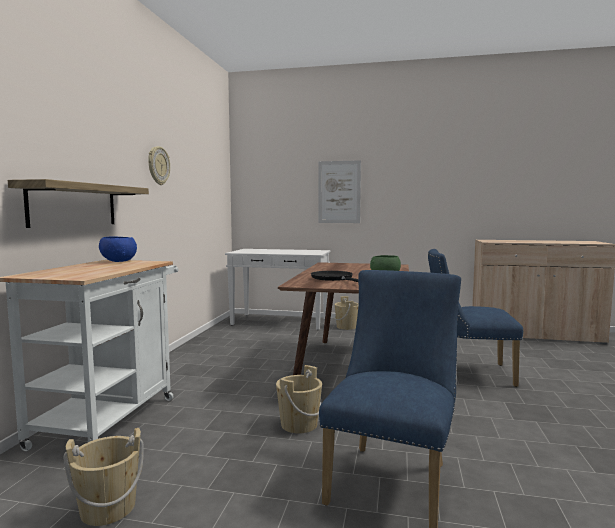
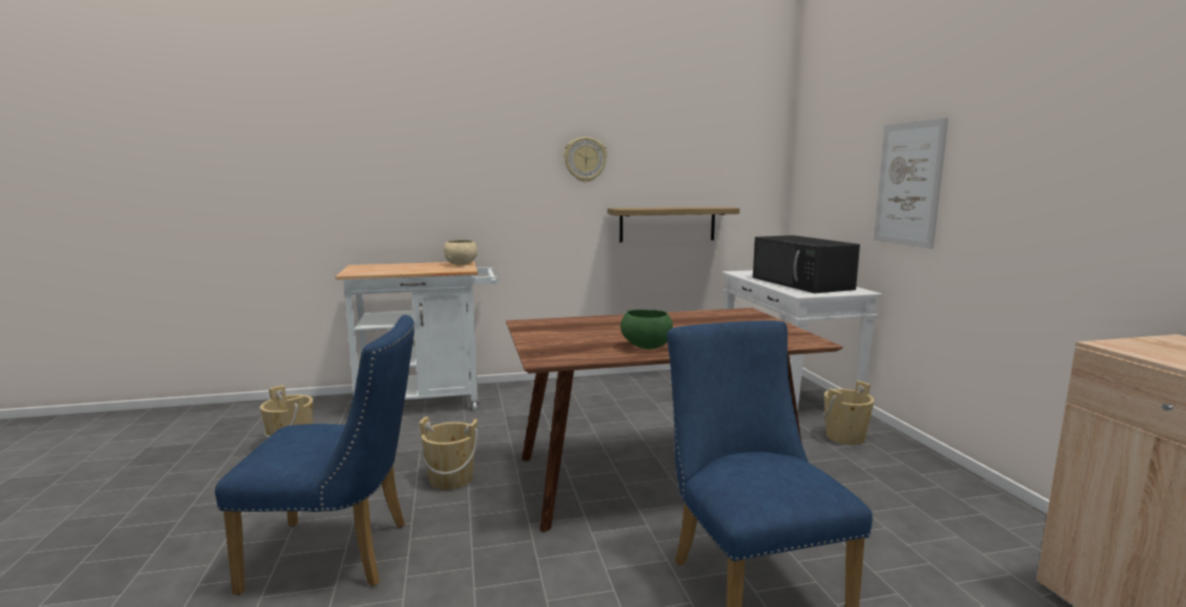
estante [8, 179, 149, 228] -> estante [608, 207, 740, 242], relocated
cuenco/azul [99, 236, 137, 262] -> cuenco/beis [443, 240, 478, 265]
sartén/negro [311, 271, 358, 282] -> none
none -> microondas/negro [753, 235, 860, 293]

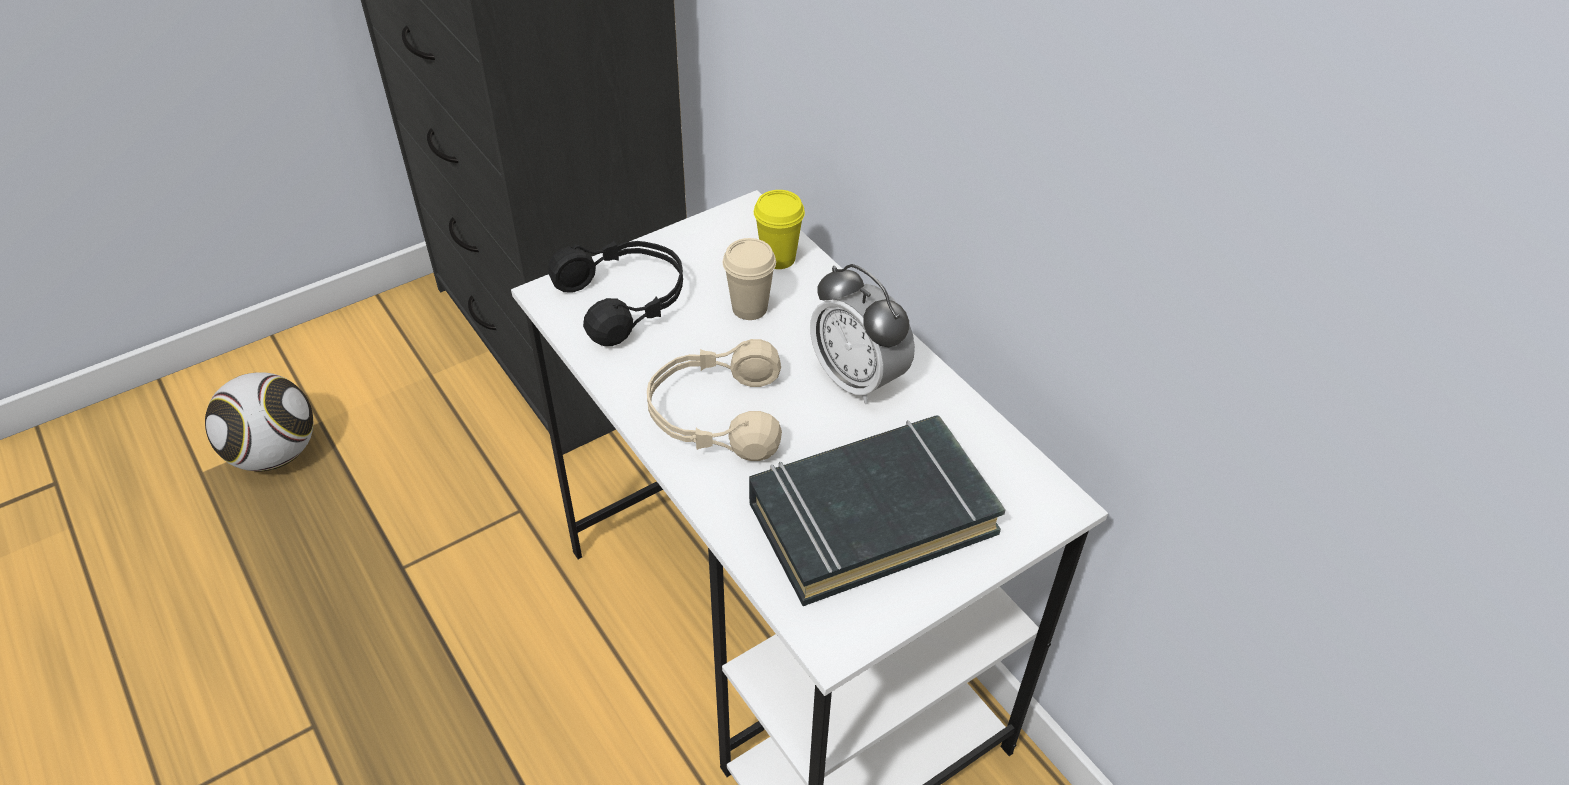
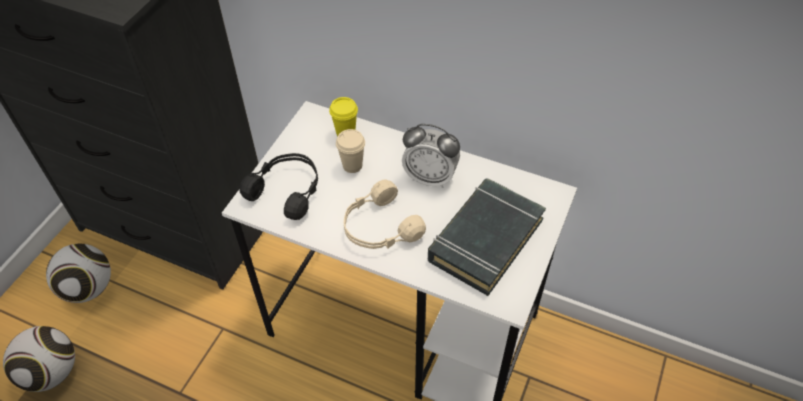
none -> balón de fútbol [46, 244, 111, 303]

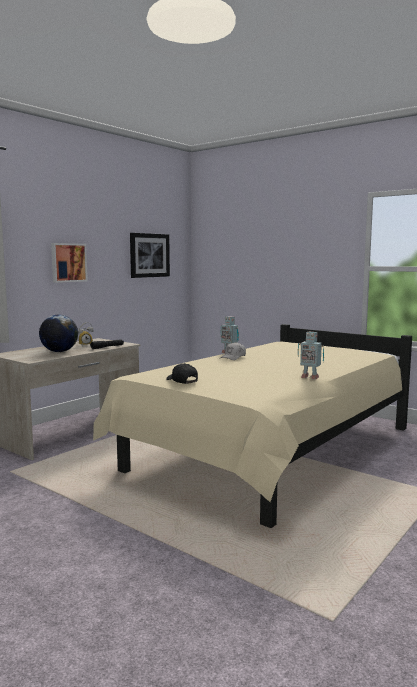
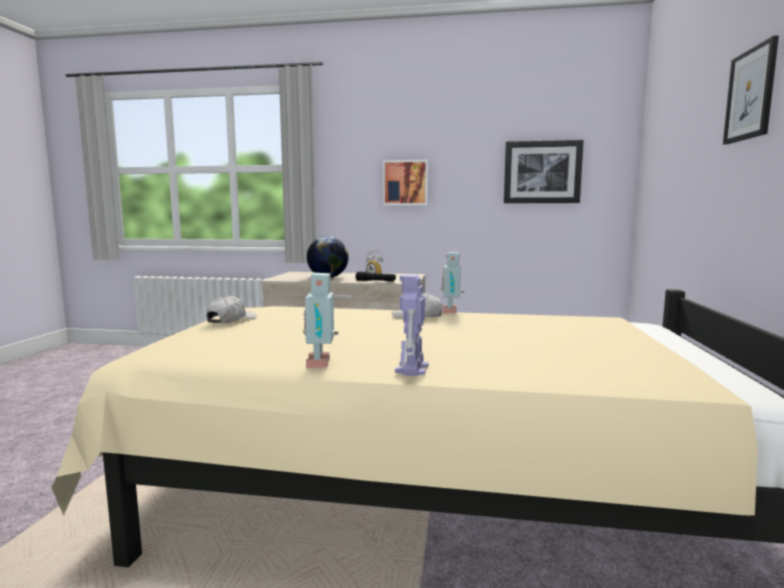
gorra/negro [166, 363, 198, 384] -> gorra/blanco [206, 296, 257, 323]
none -> cuadro [723, 35, 779, 145]
none -> robot de juguete [395, 275, 429, 376]

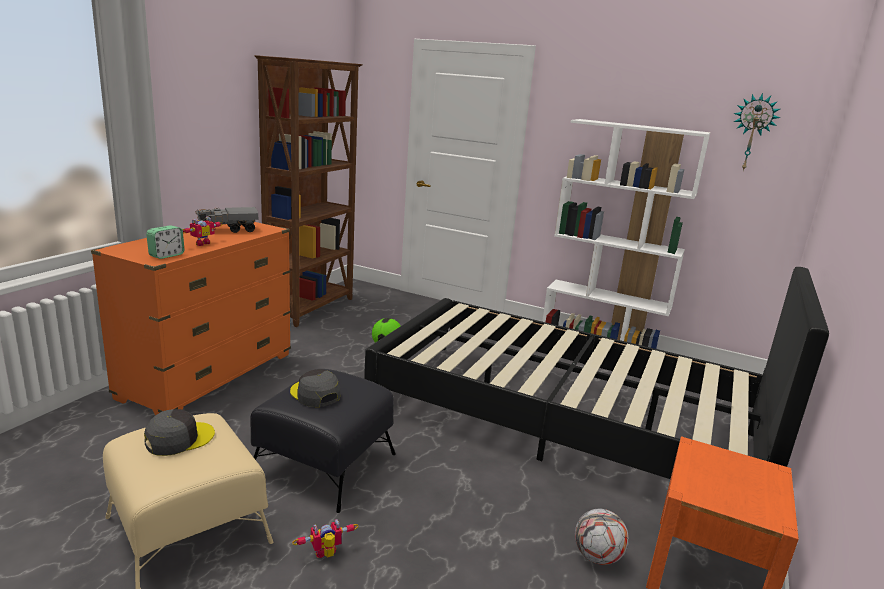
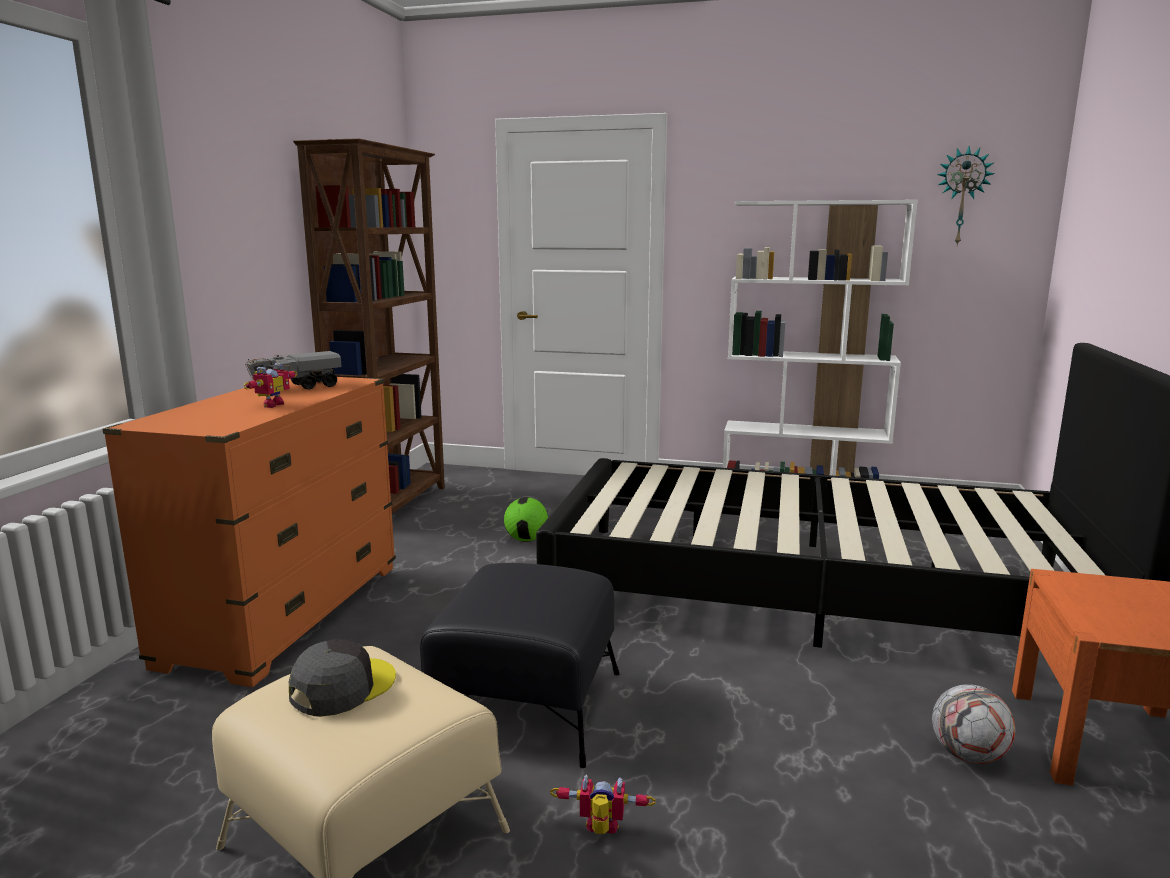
despertador [146, 225, 185, 259] -> none
gorra/gris [290, 369, 341, 407] -> none
robot de juguete [292, 519, 359, 558] -> robot de juguete [550, 775, 656, 834], 45 degrees clockwise

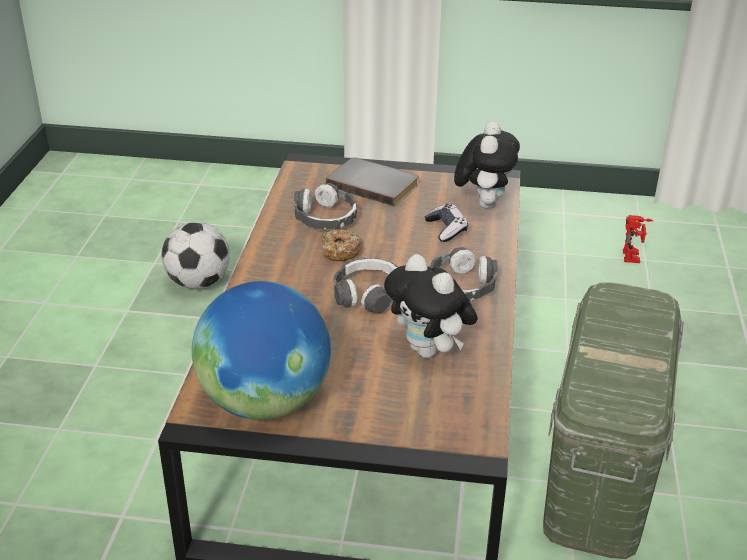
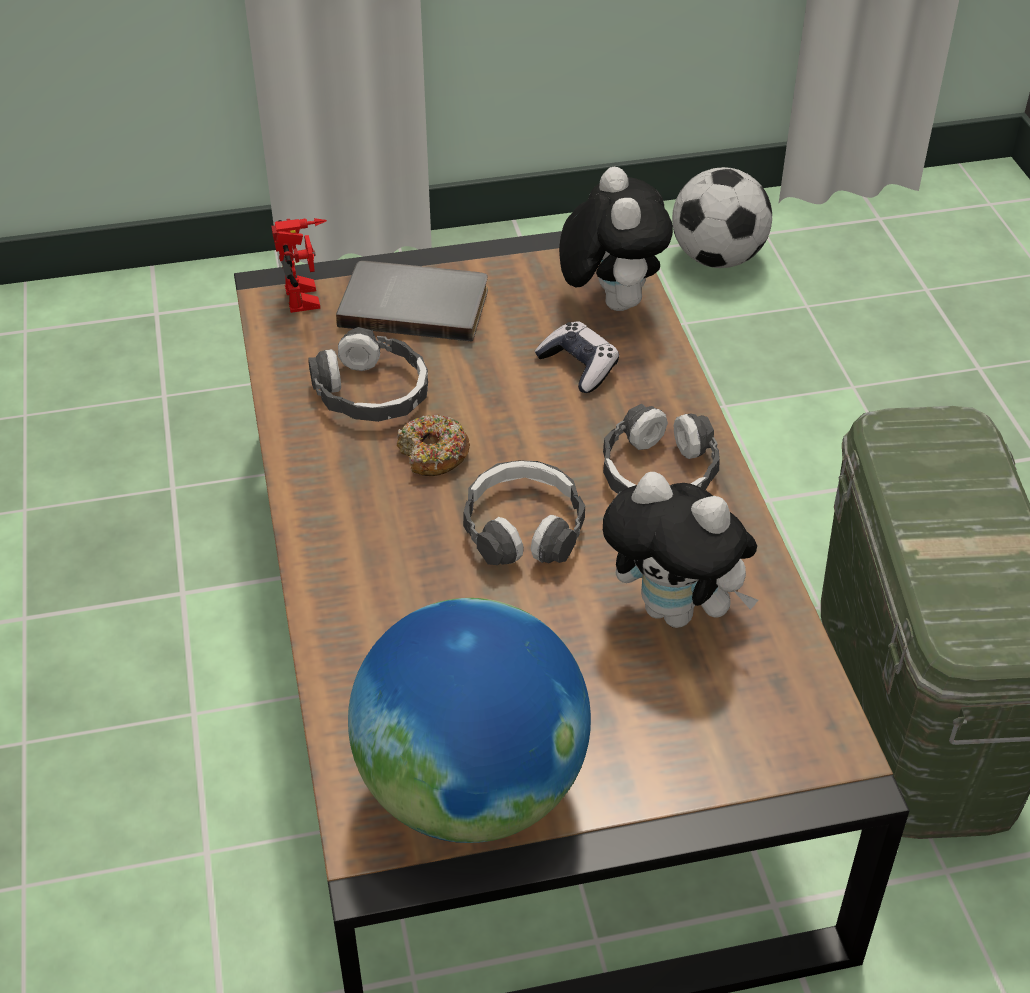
robot de juguete [623, 215, 654, 263] -> robot de juguete [271, 218, 327, 313], relocated
balón de fútbol [161, 222, 230, 289] -> balón de fútbol [672, 167, 772, 268], relocated

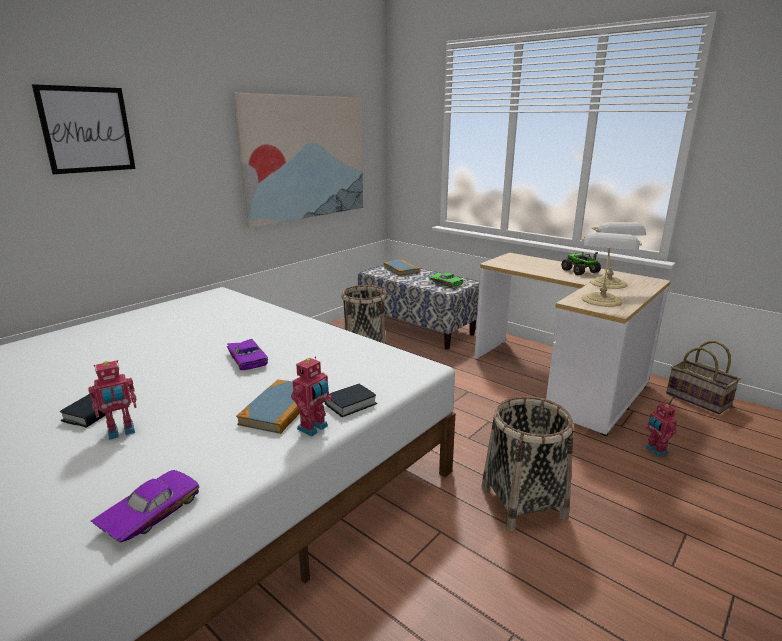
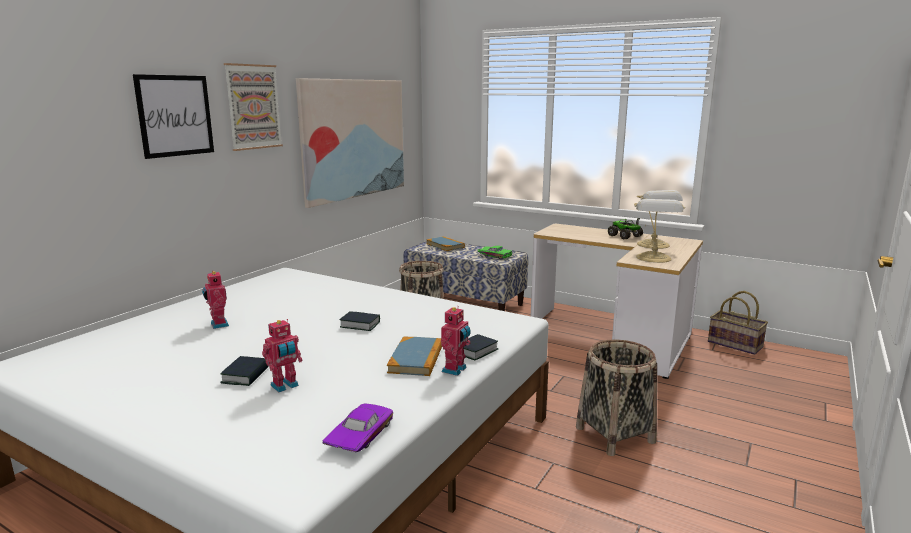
coche de juguete/morado [227, 339, 268, 370] -> libro [339, 311, 380, 331]
robot de juguete [645, 402, 677, 456] -> robot de juguete [202, 270, 229, 329], relocated
none -> cuadro [224, 63, 283, 151]

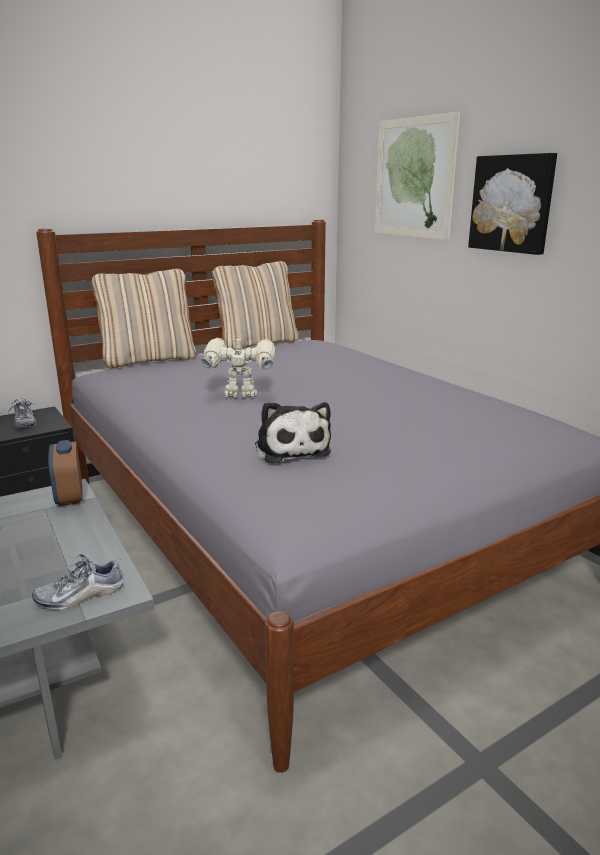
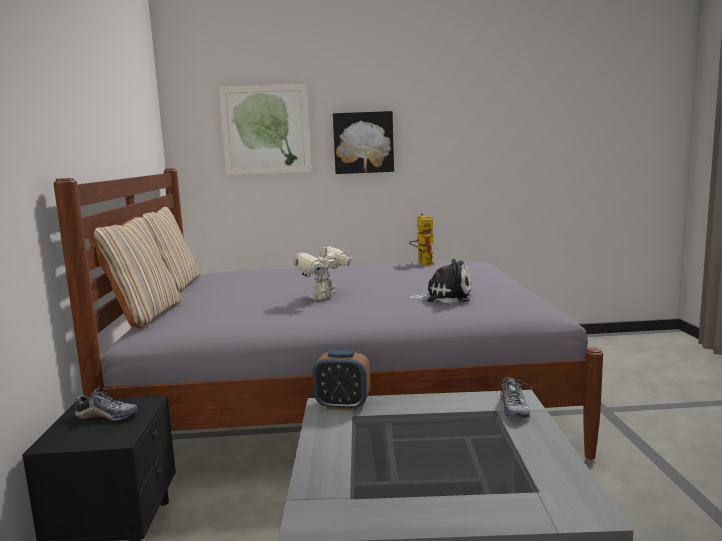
none -> robot de juguete [409, 213, 434, 265]

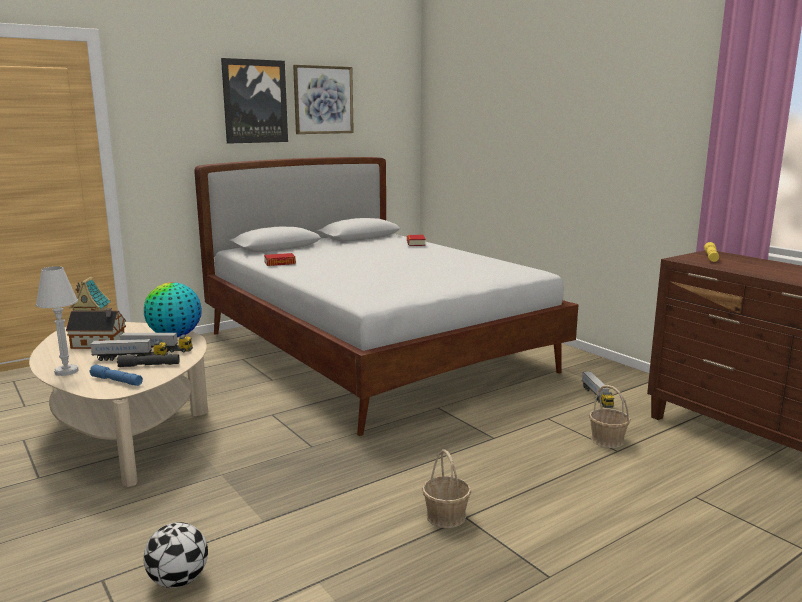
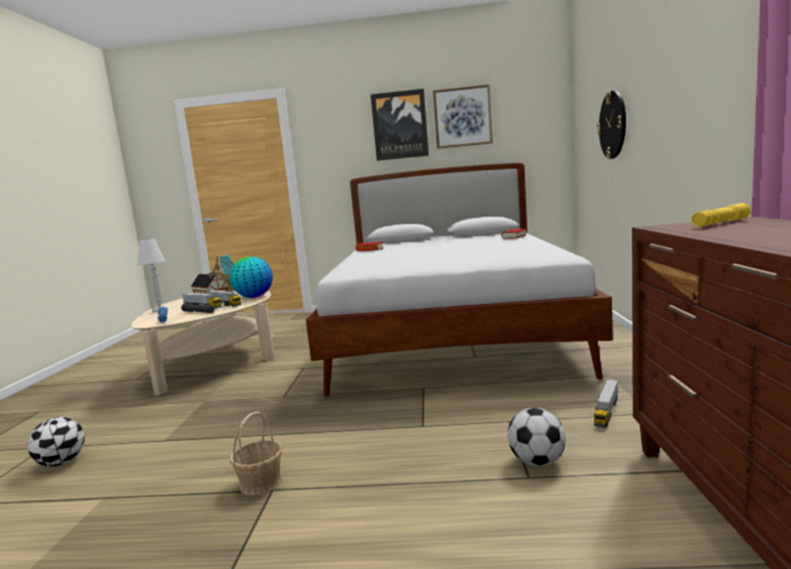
cesta [589, 385, 631, 448] -> balón de fútbol [508, 408, 566, 466]
none -> reloj de pared [597, 90, 626, 159]

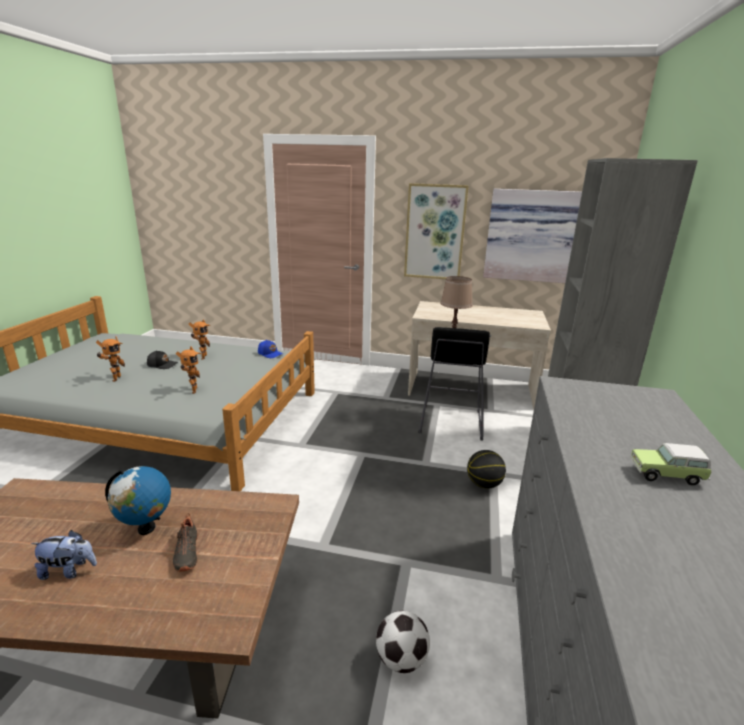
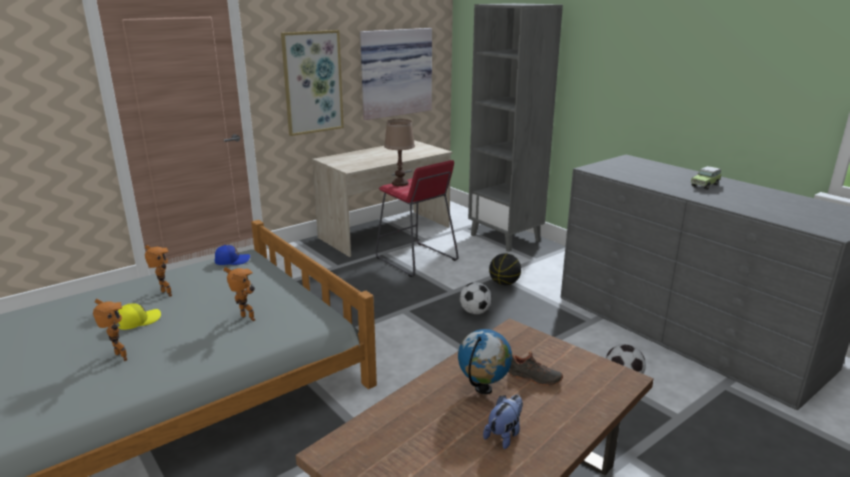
taburete/negro [418, 327, 490, 440] -> taburete/rojo [375, 160, 459, 277]
gorra/negro [147, 350, 178, 369] -> gorra/amarillo [116, 303, 161, 330]
none -> balón de fútbol [460, 282, 492, 314]

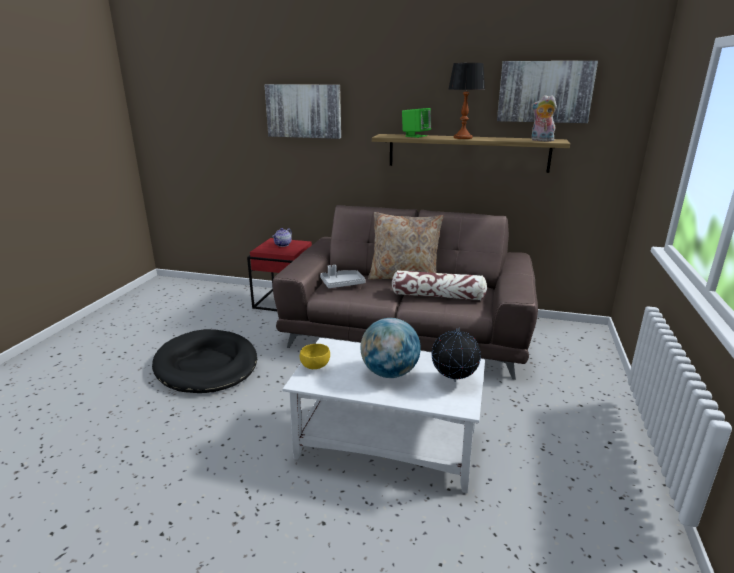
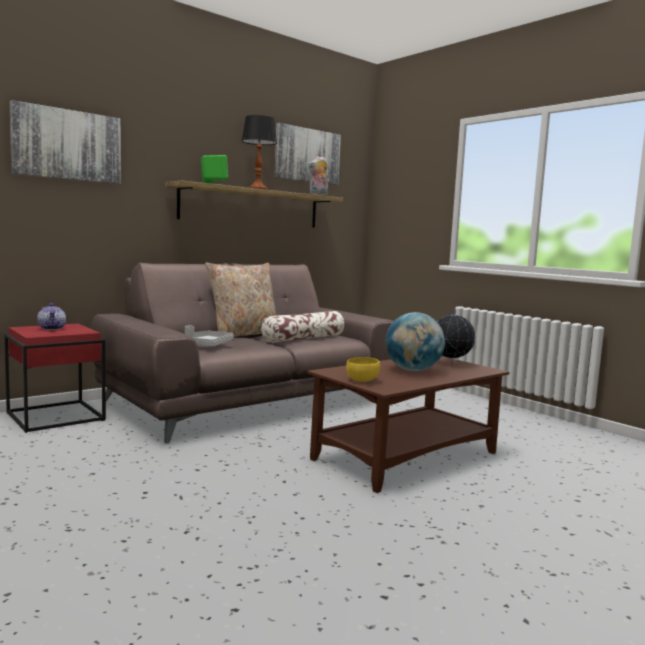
cama para perro/negro [152, 329, 257, 393] -> none
mesa de centro/blanco [282, 338, 485, 493] -> mesa de centro/marrón [307, 356, 509, 493]

